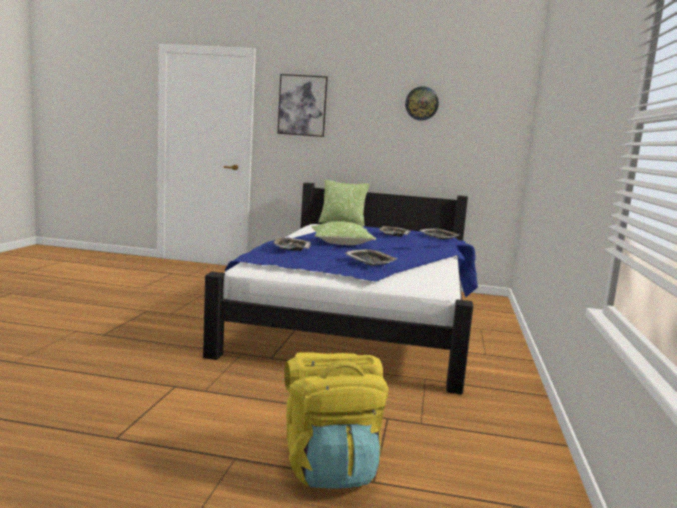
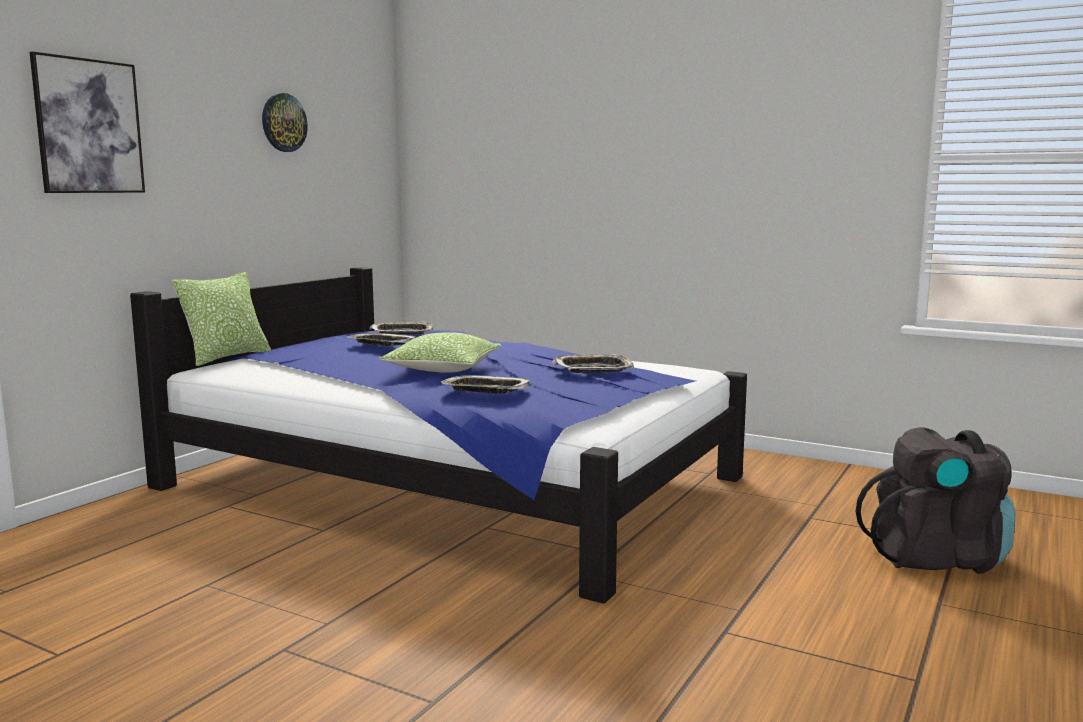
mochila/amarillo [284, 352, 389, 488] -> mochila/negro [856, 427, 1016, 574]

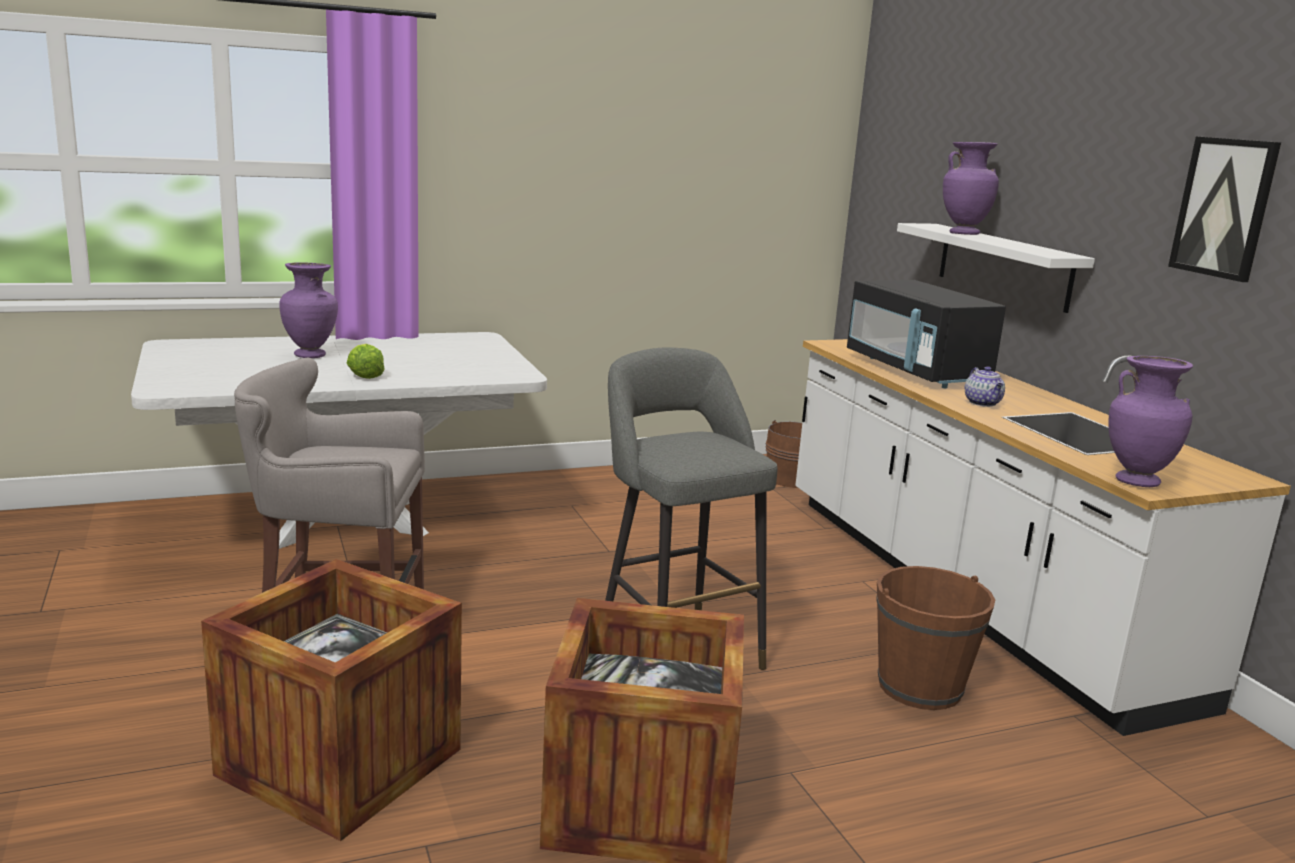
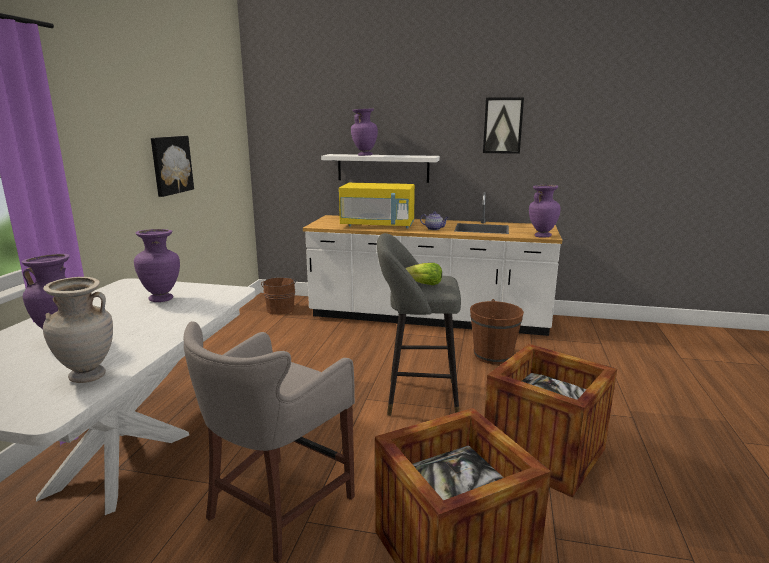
microondas/negro [847, 280, 1006, 388] -> microondas/amarillo [339, 183, 415, 228]
lechuga [347, 344, 385, 379] -> lechuga [405, 263, 442, 285], relocated
none -> cuadro [151, 136, 194, 197]
none -> florero/morado [134, 229, 180, 302]
none -> florero/beis [43, 277, 113, 383]

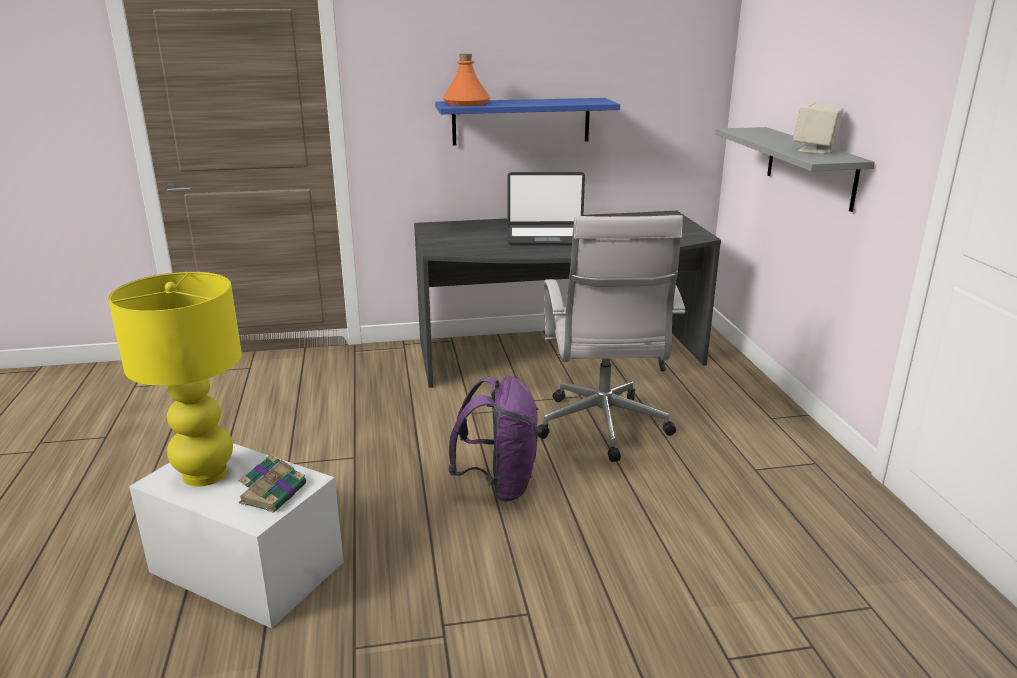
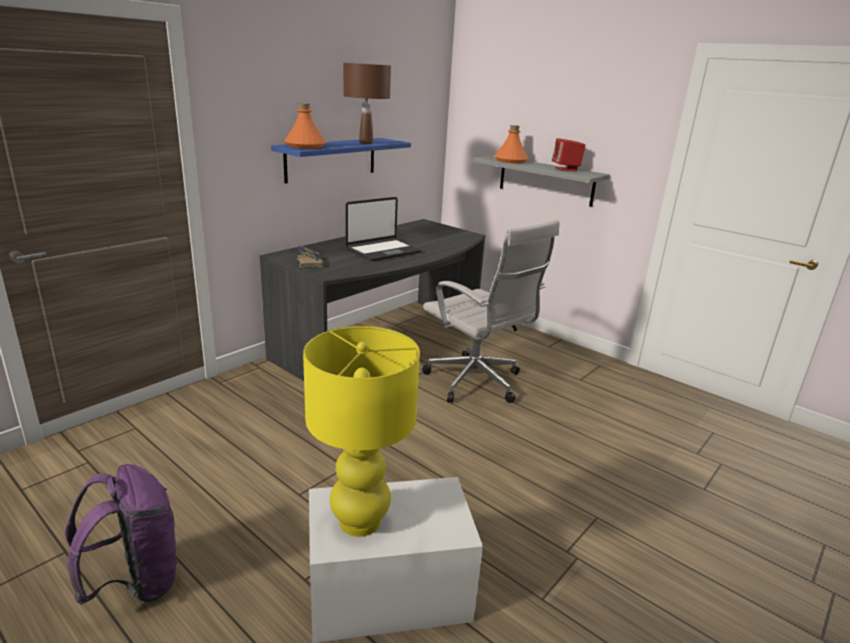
altavoz/beis [793, 102, 844, 154] -> altavoz/rojo [552, 138, 585, 171]
mochila/morado [448, 376, 539, 502] -> mochila/morado [65, 464, 179, 605], relocated
libro [239, 453, 306, 513] -> libro [296, 244, 324, 268], relocated
none -> lámpara de mesa/marrón [343, 63, 391, 144]
none -> botella/naranja [494, 125, 529, 163]

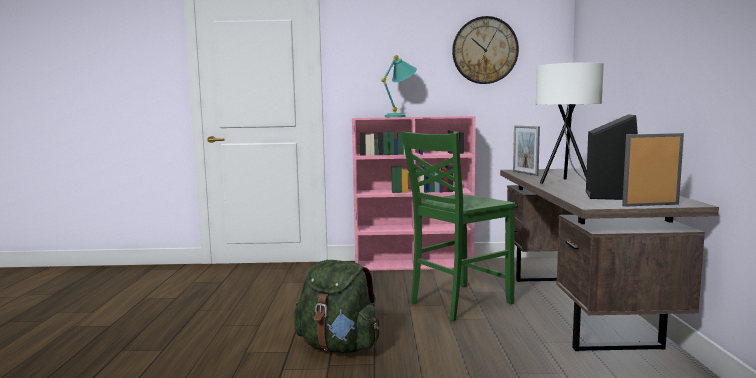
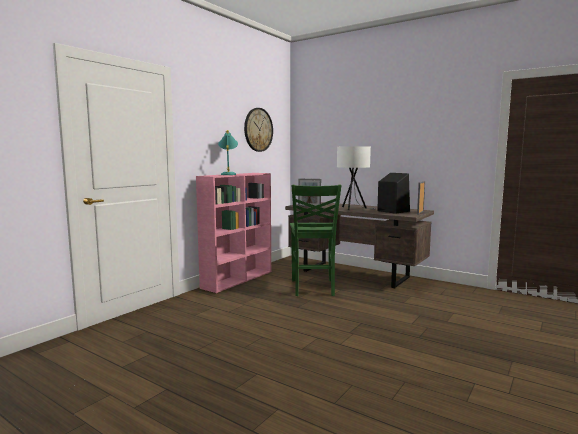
mochila/verde [294, 260, 379, 353] -> none

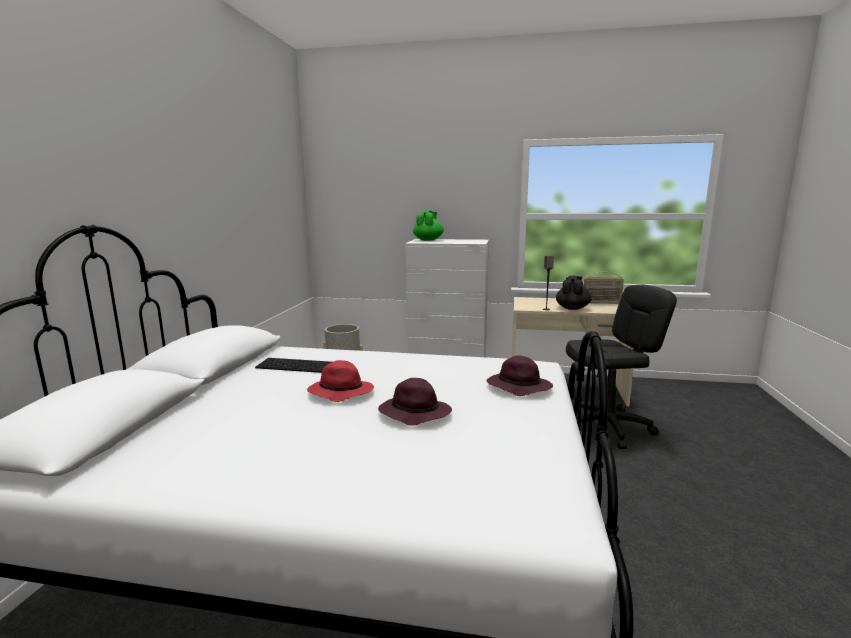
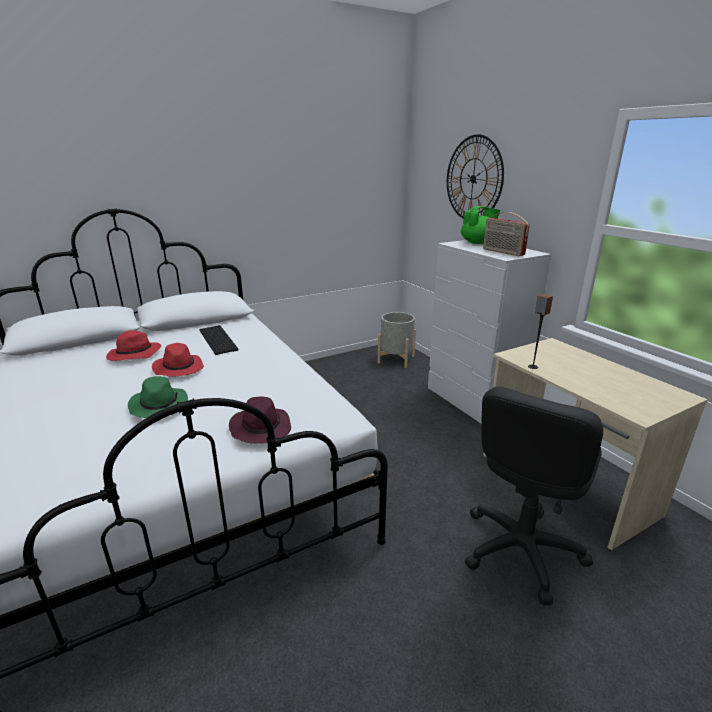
radio [583, 272, 624, 304] -> radio [483, 212, 530, 256], relocated
tetera/negro [556, 276, 592, 310] -> none
silla de oficina/negro [566, 284, 677, 449] -> silla de oficina/negro [465, 387, 603, 605], 90 degrees clockwise
sombrero/morado [378, 378, 452, 426] -> sombrero/verde [128, 376, 188, 418]
none -> reloj de pared [447, 134, 504, 218]
none -> sombrero/rojo [106, 330, 161, 361]

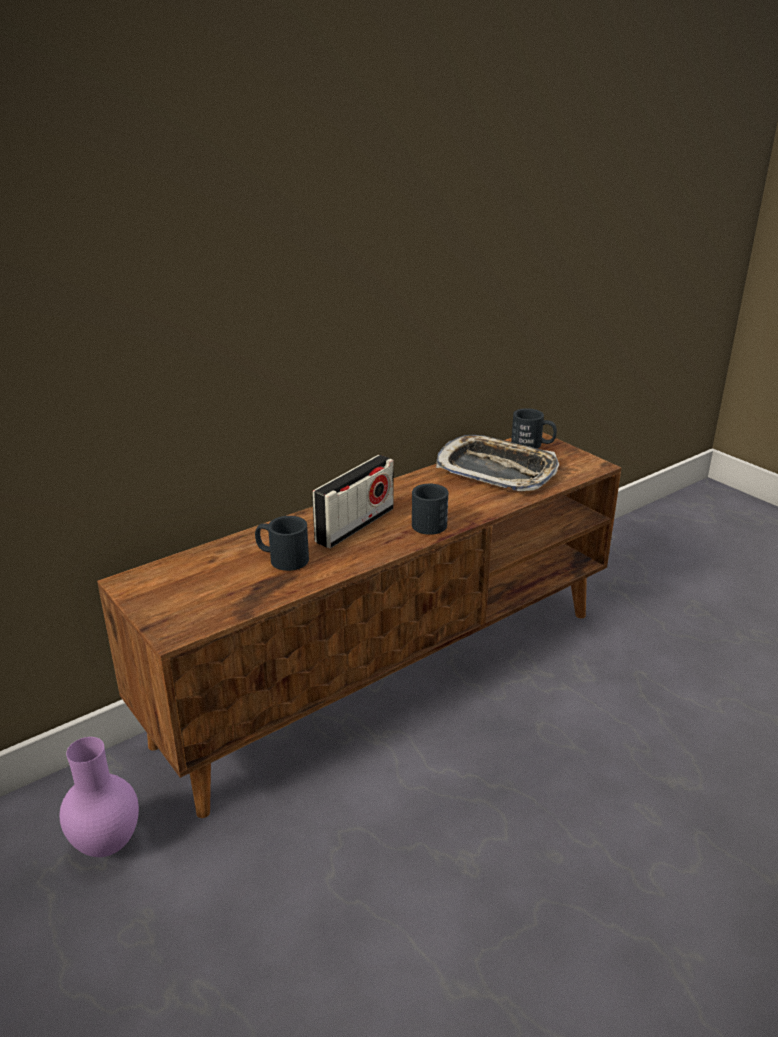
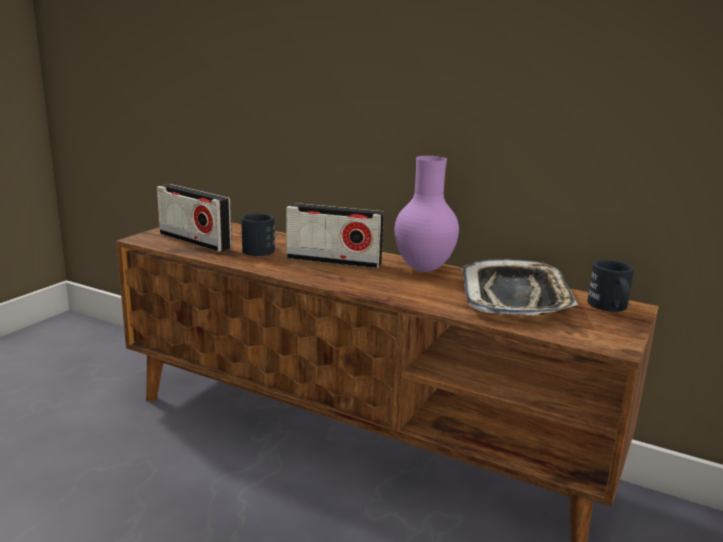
taza grande/negro [412, 484, 449, 535] -> none
florero/morado [59, 737, 139, 857] -> florero/morado [395, 156, 459, 272], relocated
none -> radio [157, 184, 232, 252]

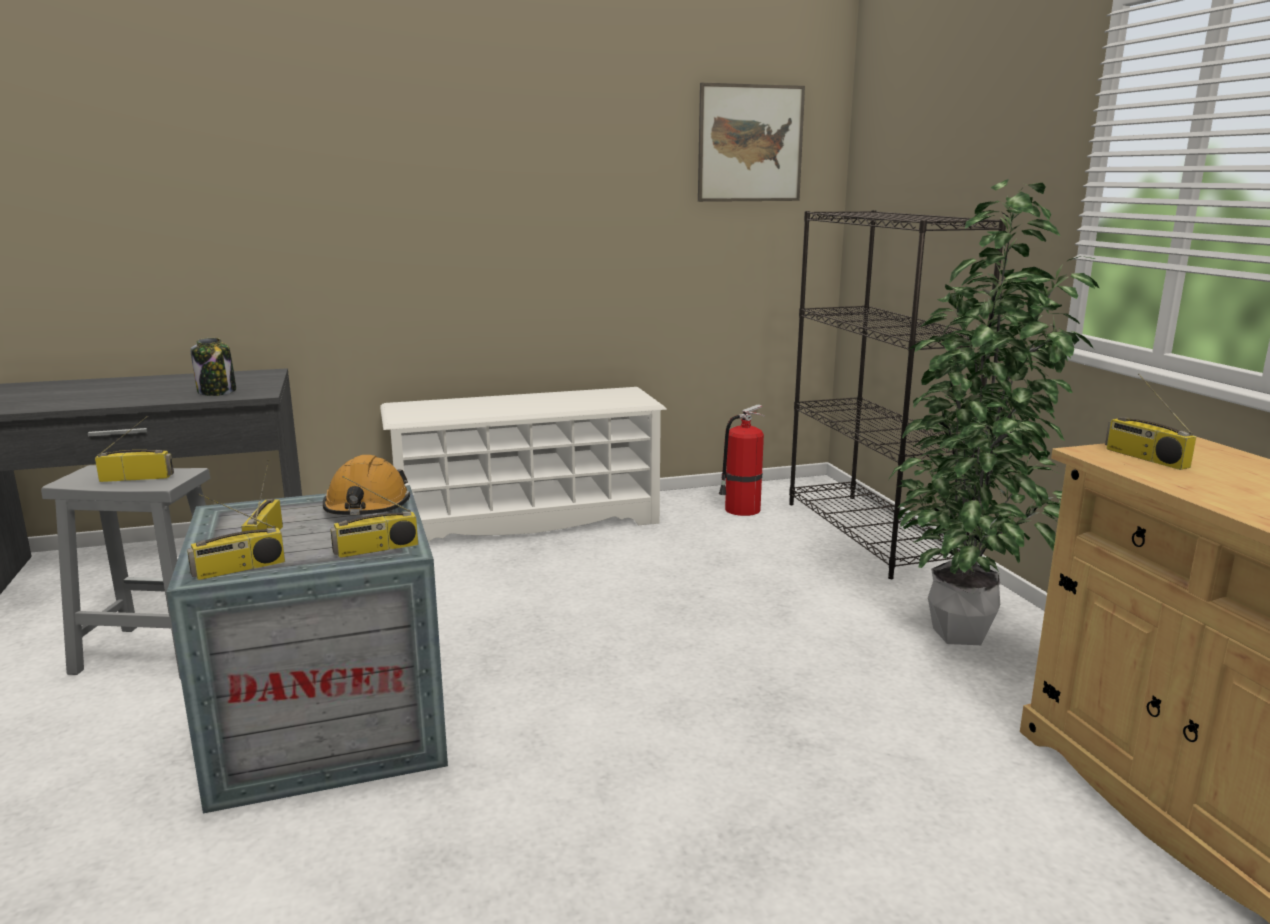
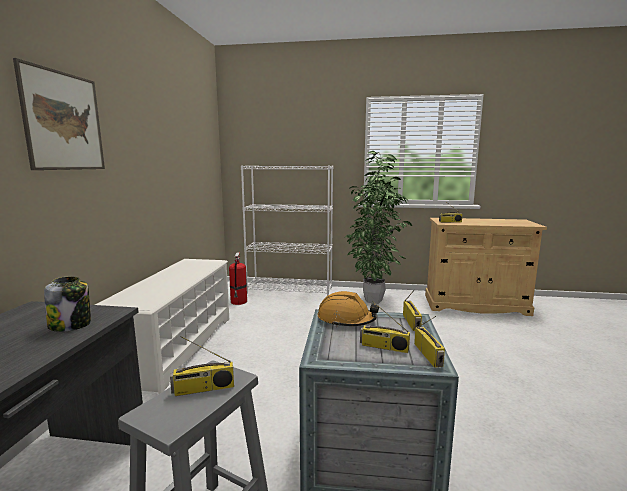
cuadro [698, 83, 805, 202] -> cuadro [13, 58, 105, 170], relocated
estantería/negro [789, 210, 1007, 579] -> estantería/blanco [241, 165, 333, 296]
radio [95, 416, 174, 482] -> radio [170, 336, 234, 396], 120 degrees counterclockwise

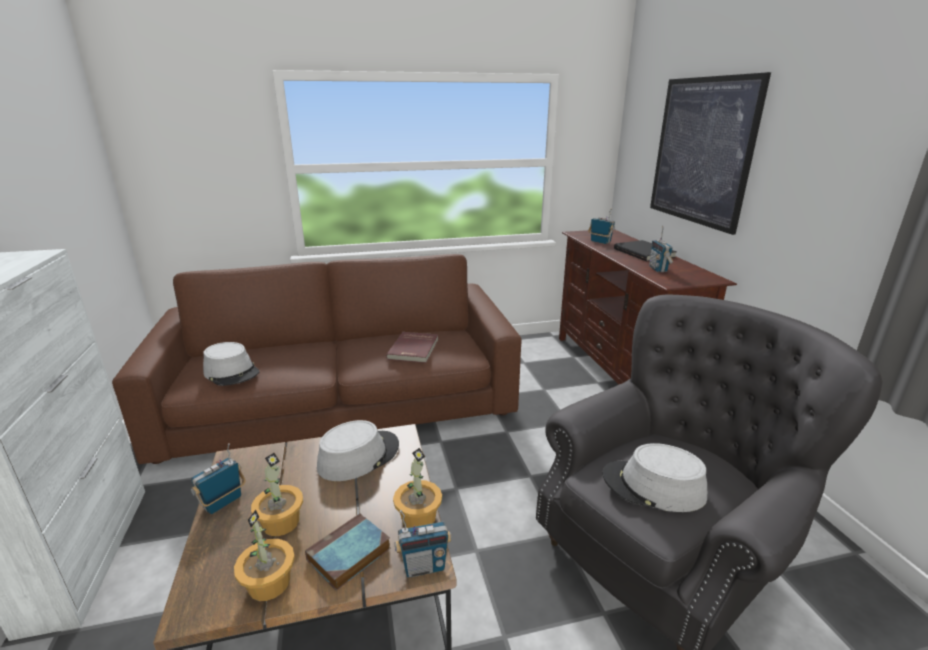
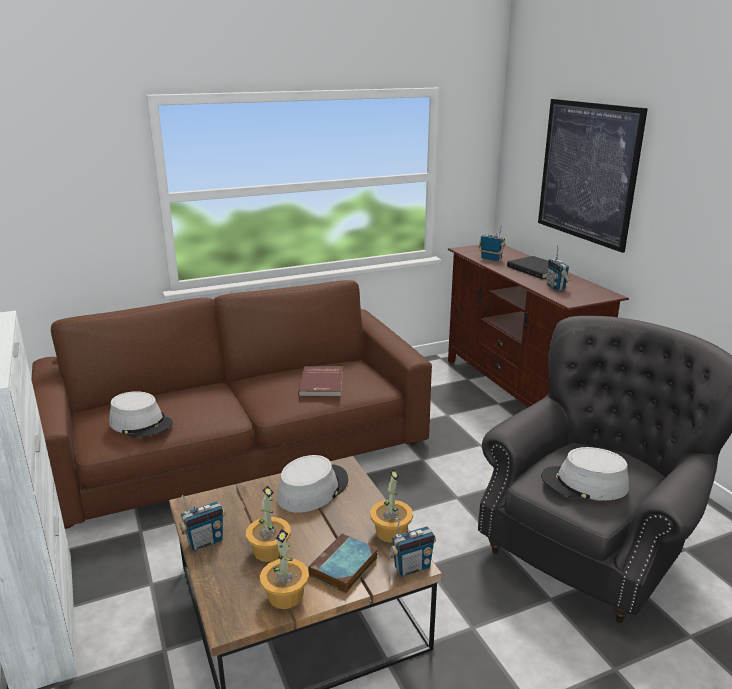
radio [191, 444, 246, 514] -> radio [180, 495, 226, 551], 150 degrees counterclockwise

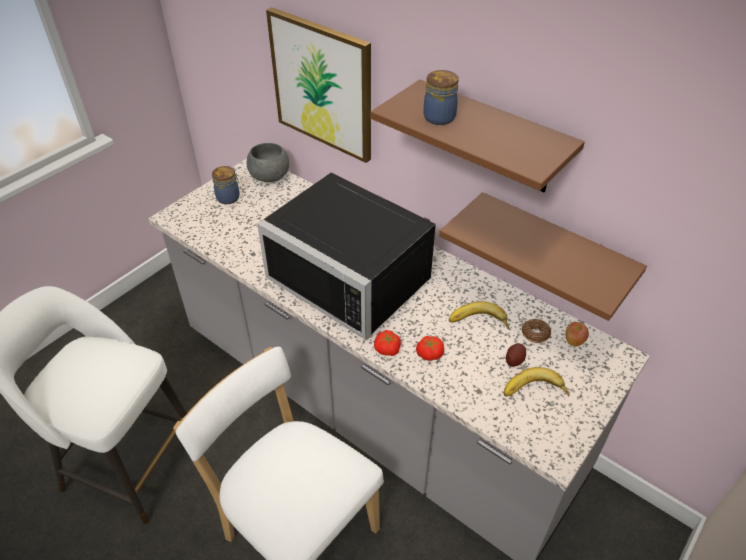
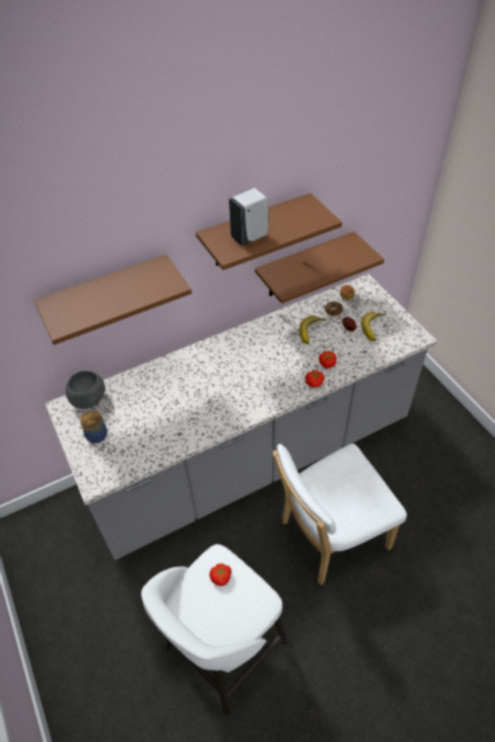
cuadro [266, 7, 371, 163] -> estante/marrón [34, 254, 192, 345]
tarro [423, 70, 458, 125] -> dispensador de jabón/blanco [229, 188, 269, 246]
microondas/negro [257, 173, 436, 340] -> none
none -> tomate [209, 564, 231, 586]

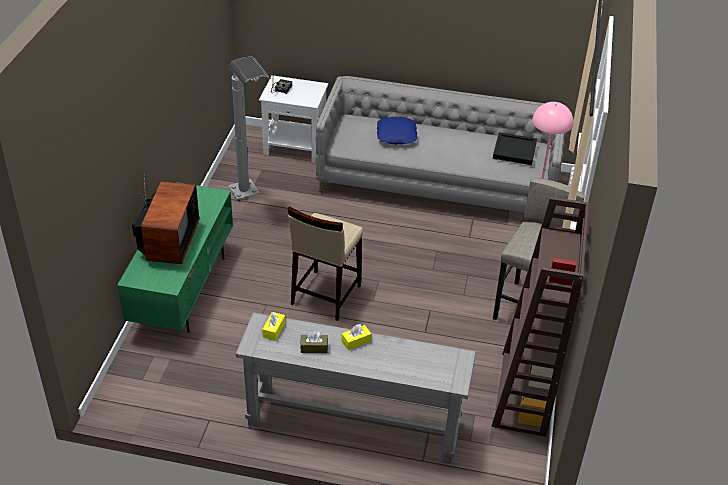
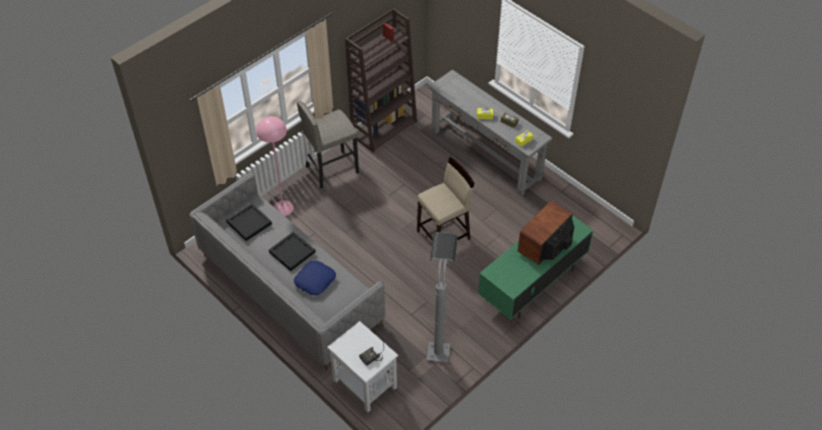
none -> bandeja/negro [269, 231, 315, 271]

